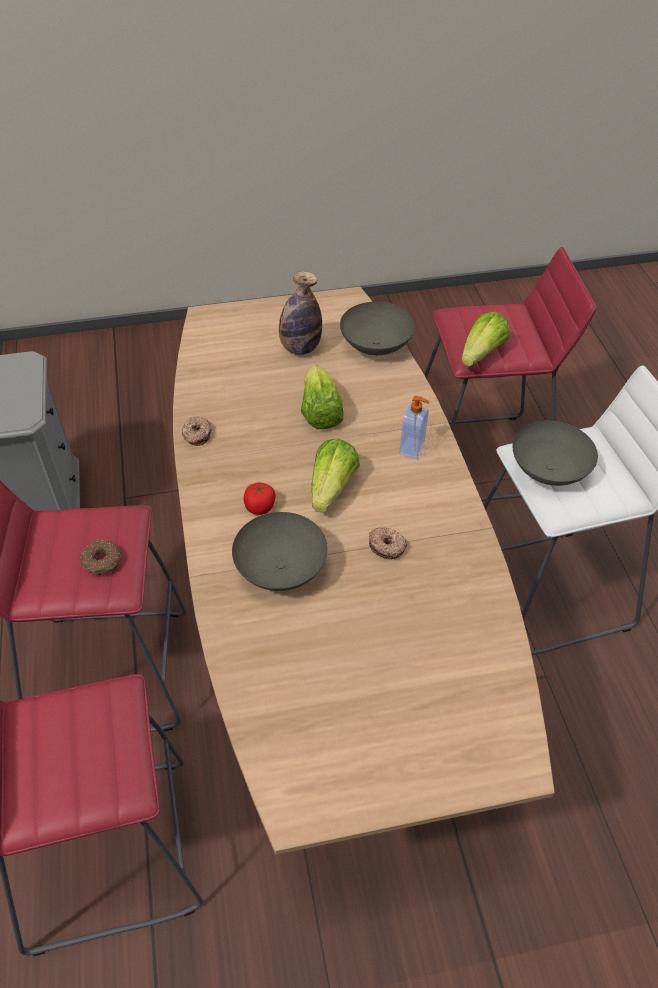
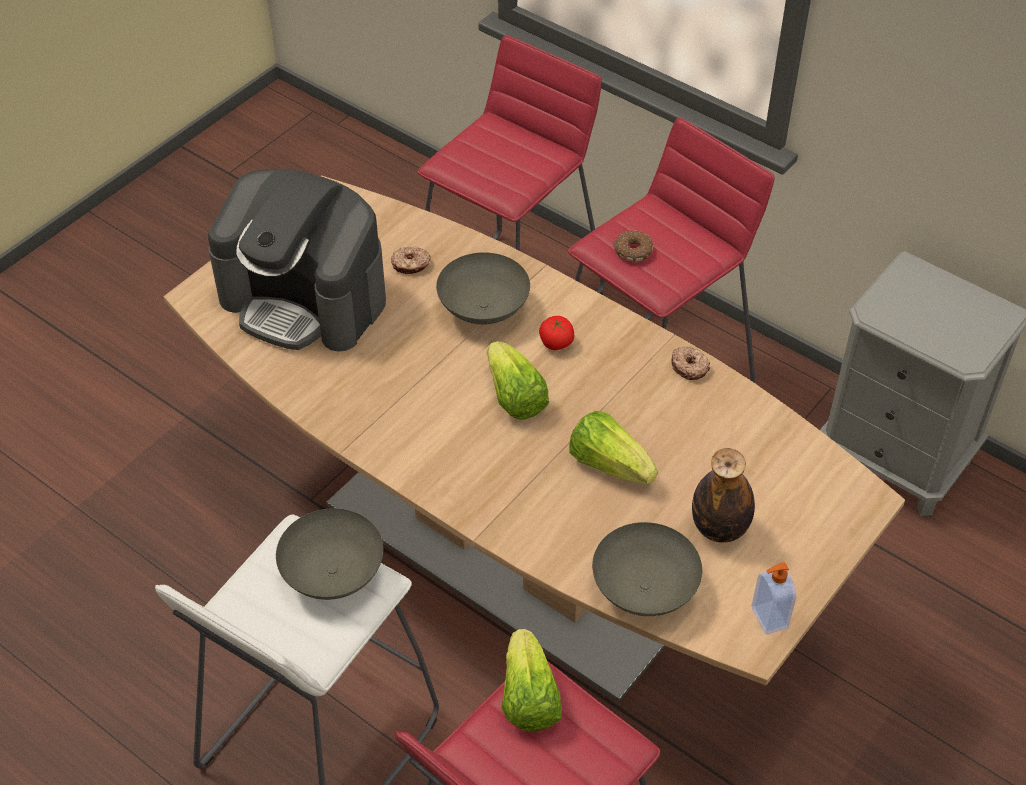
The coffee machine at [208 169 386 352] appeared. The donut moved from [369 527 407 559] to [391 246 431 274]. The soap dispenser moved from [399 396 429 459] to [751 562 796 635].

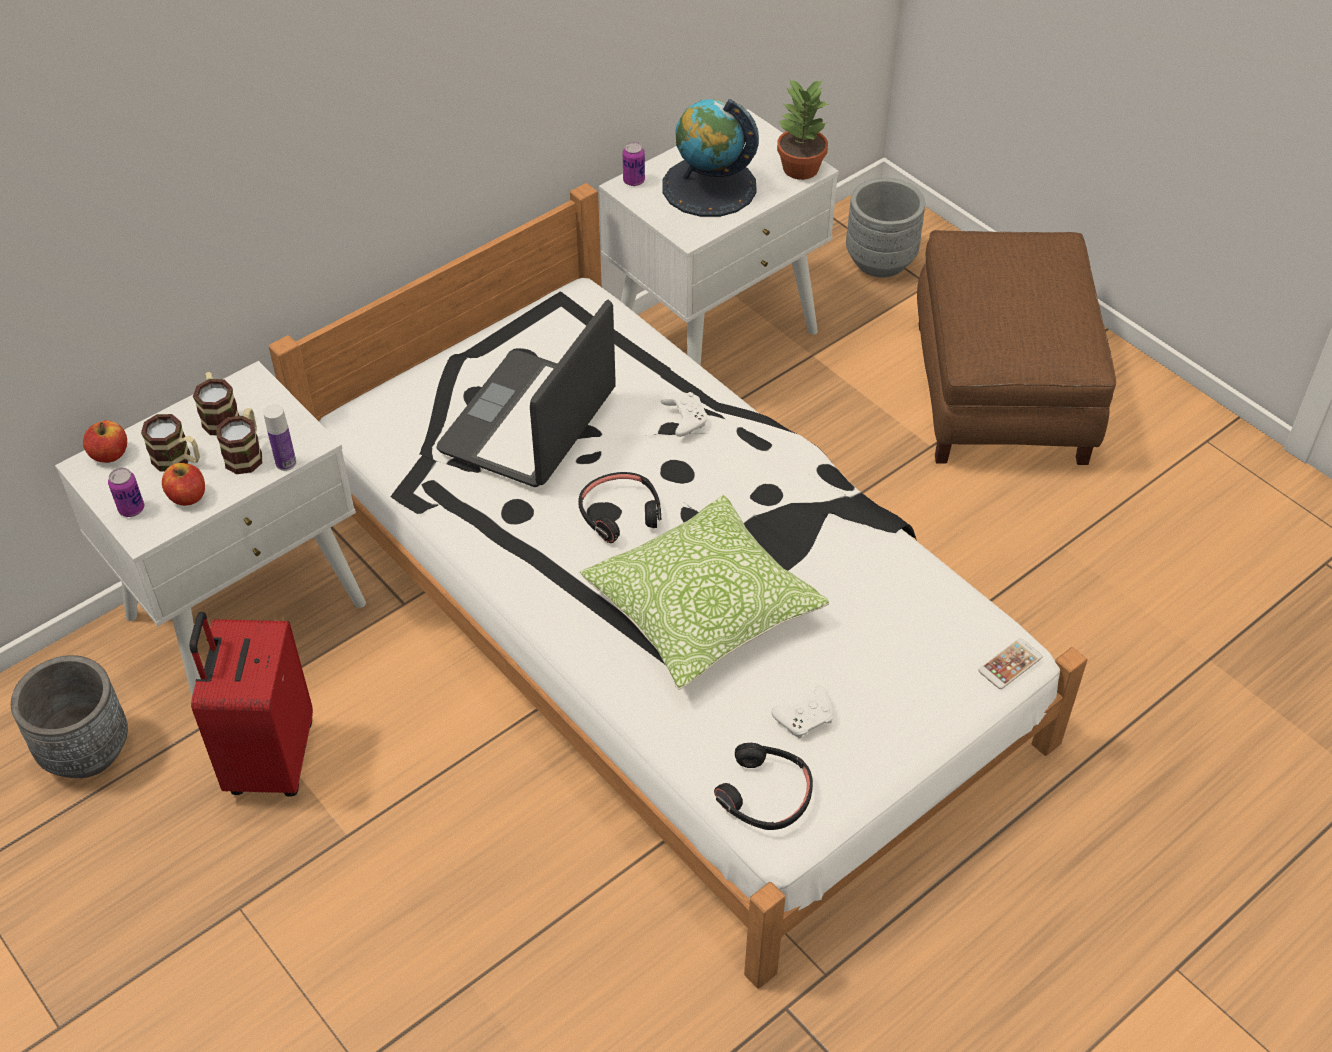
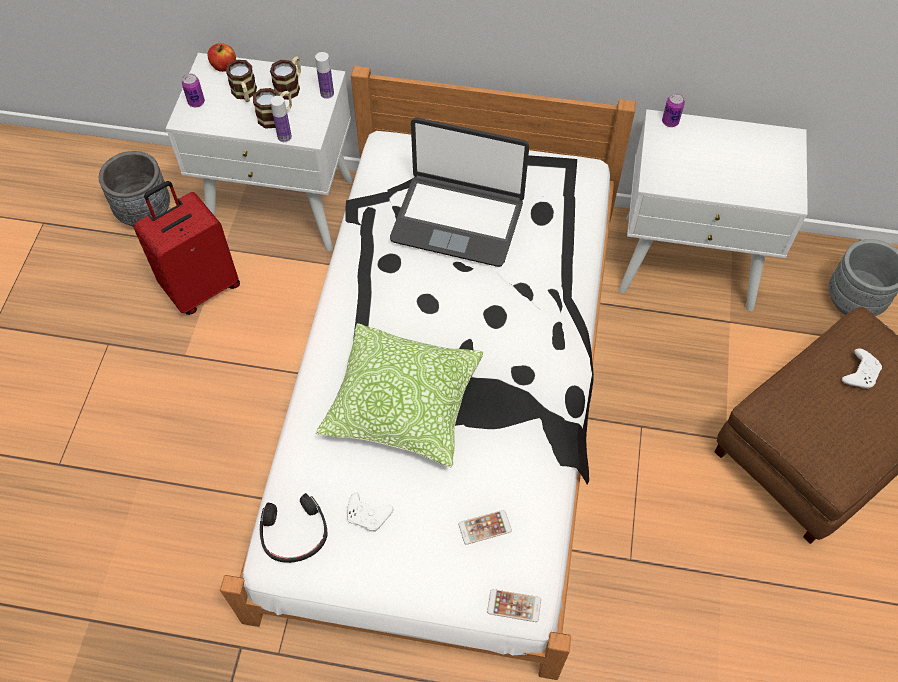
The apple at [162 463 205 506] disappeared. The black headphones at [578 472 661 543] disappeared. The globe at [662 99 759 217] disappeared. The potted plant at [777 79 828 180] disappeared. The bottle at [315 52 334 99] appeared. The phone at [459 510 512 545] appeared. The white game controller moved from [661 392 708 437] to [842 348 882 389]. The laptop at [436 300 616 487] turned 150 degrees counterclockwise.

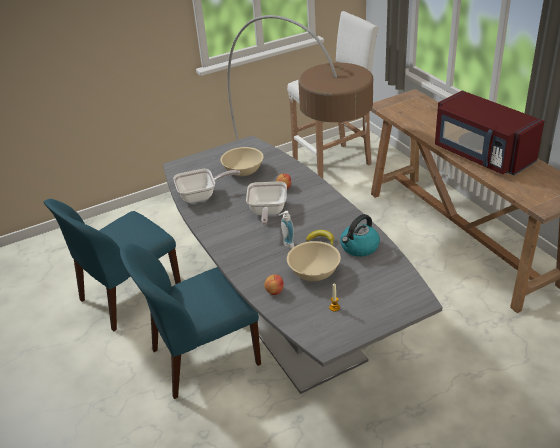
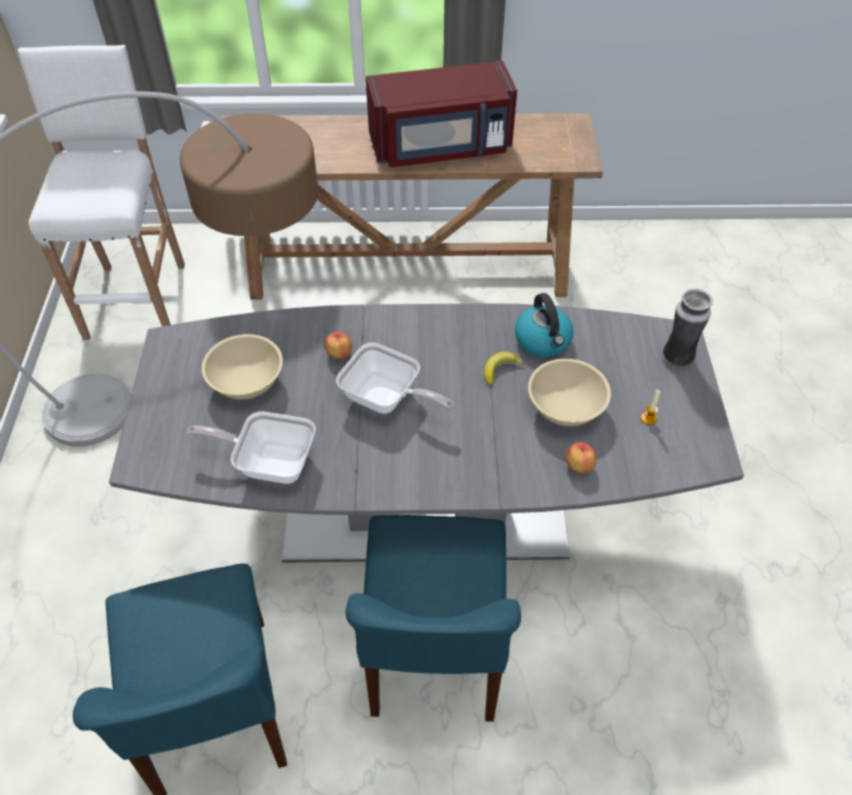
The soap dispenser at [279 211 294 249] disappeared. The vase at [663 289 713 367] appeared. The frying pan at [173 169 240 203] turned 90 degrees counterclockwise.

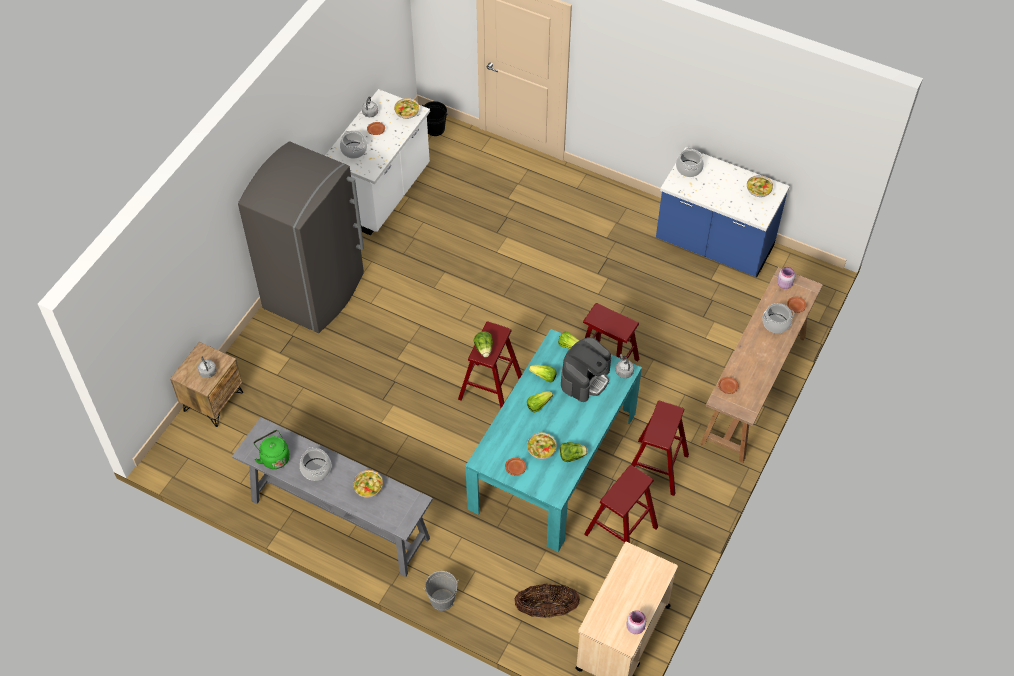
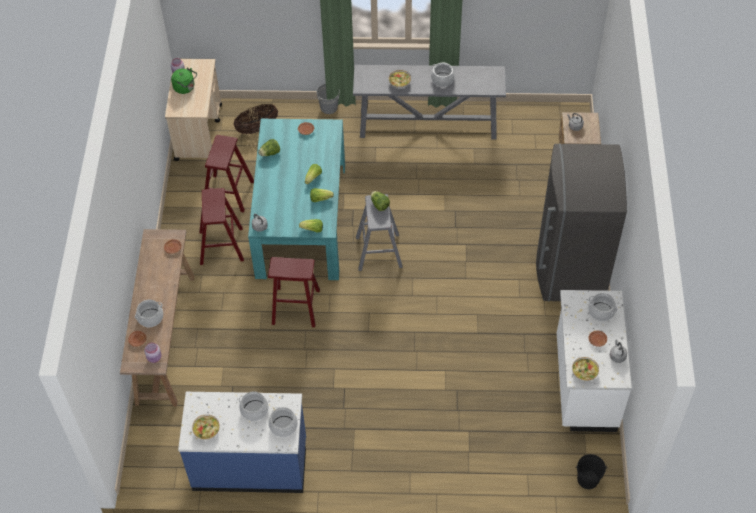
The bowl at [527 432 557 459] disappeared. The coffee machine at [561 337 611 402] disappeared. The cooking pot at [239 391 268 421] appeared. The green kettle moved from [254 430 290 469] to [171 68 197 94]. The red stool at [458 322 522 408] became the grey stool at [356 194 403 271].

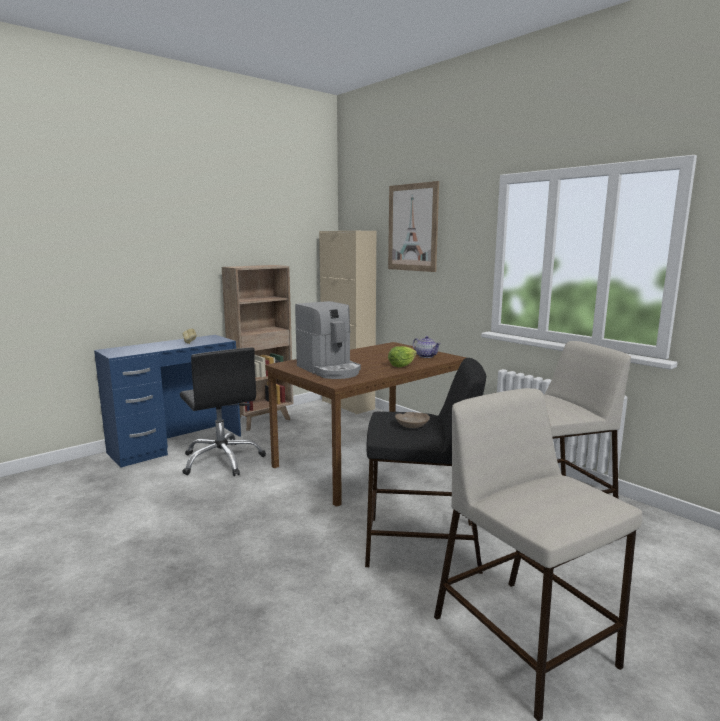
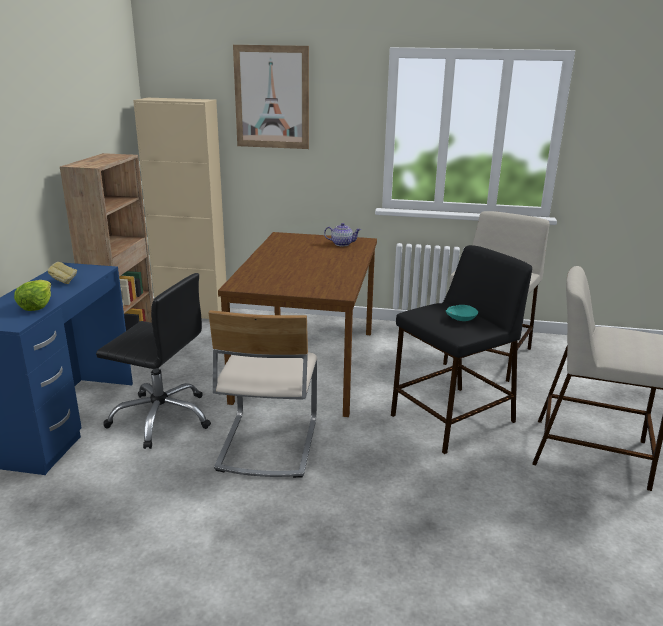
The coffee machine at [295 301 361 379] disappeared. The beige chair at [208 310 317 478] appeared. The lettuce moved from [388 346 417 367] to [14 280 51 311]. The beige bowl at [395 412 430 428] became the turquoise bowl at [446 305 478 321].

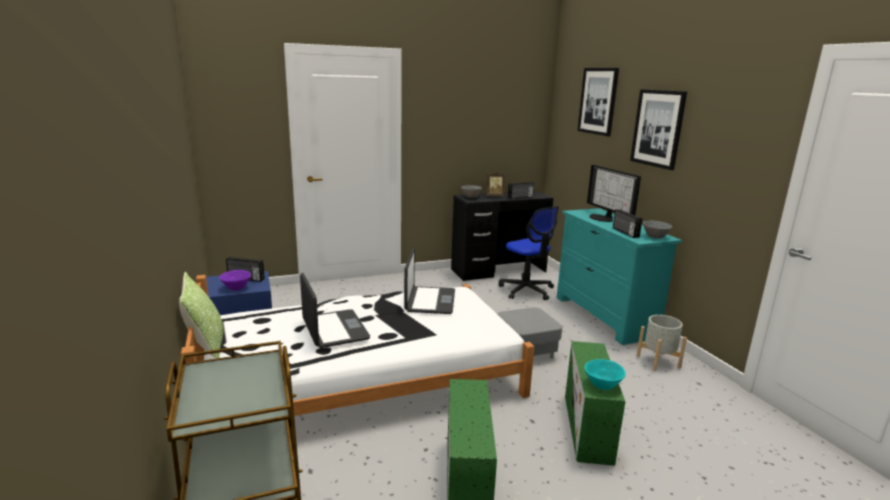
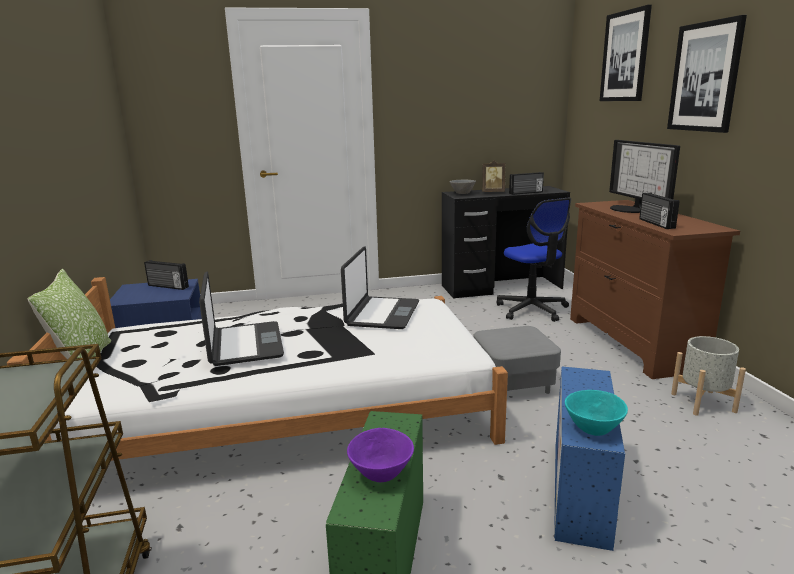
The grey bowl at [643 221 672 239] disappeared. The purple bowl moved from [219 270 251 291] to [347 428 414 482]. The turquoise dresser at [557 208 682 345] became the brown dresser at [570 200 740 379]. The green storage box at [565 341 625 466] became the blue storage box at [554 366 625 551].

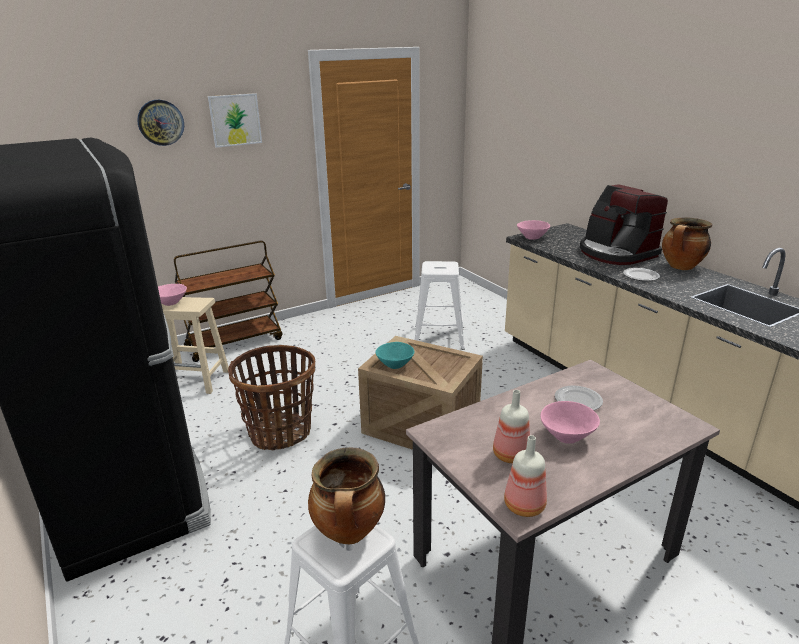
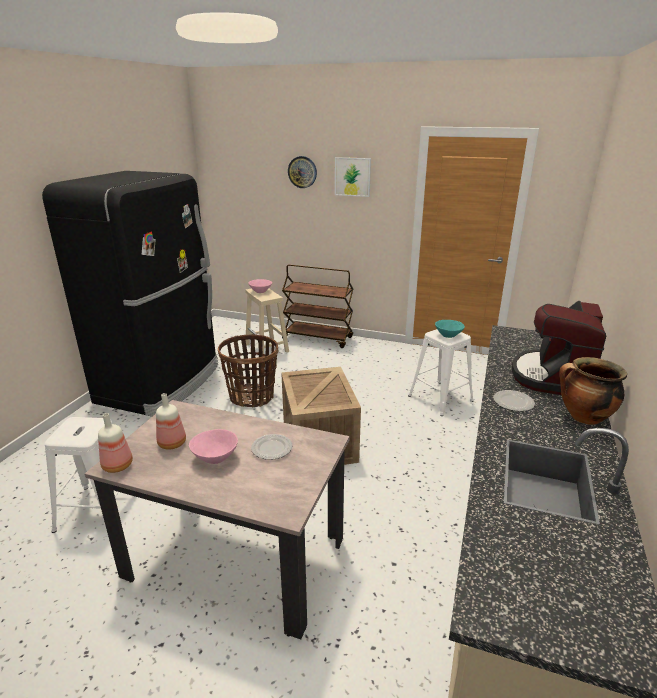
The cooking pot at [308 447 385 544] disappeared. The pink bowl at [517 220 550 240] disappeared. The turquoise bowl moved from [376 342 414 369] to [435 320 465 338].

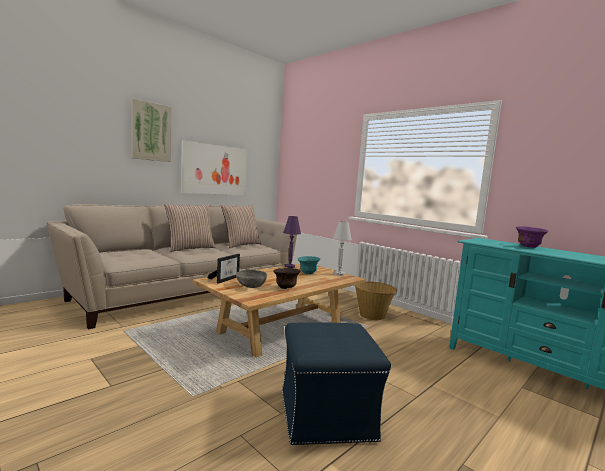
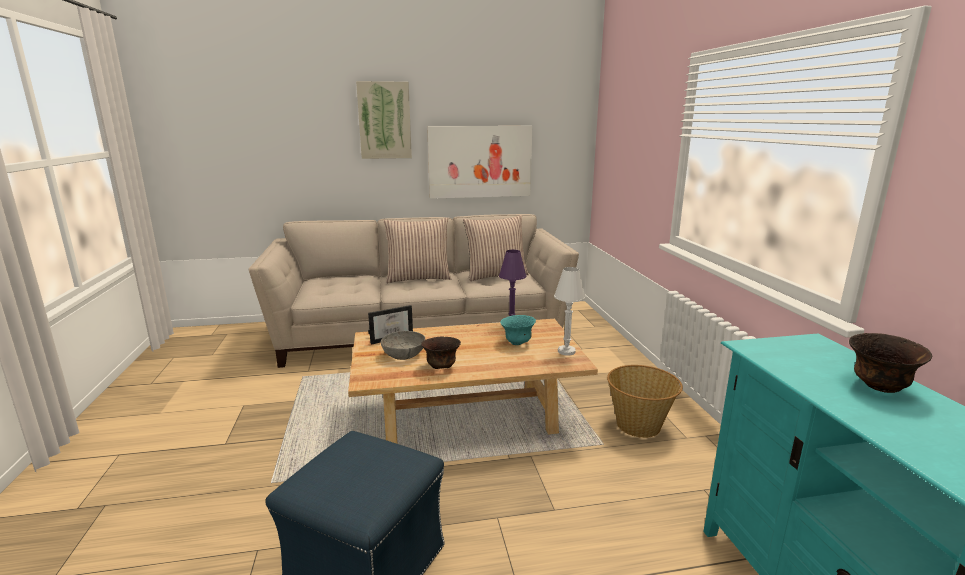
The purple bowl at [516 226 548 248] became the brown bowl at [849 333 932 393].

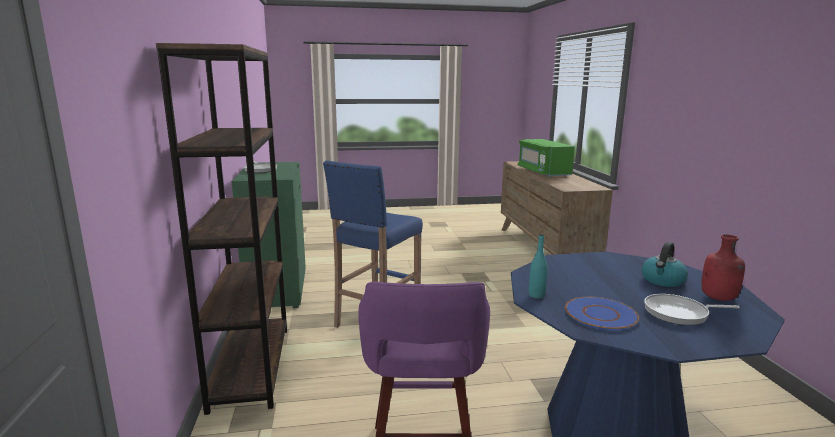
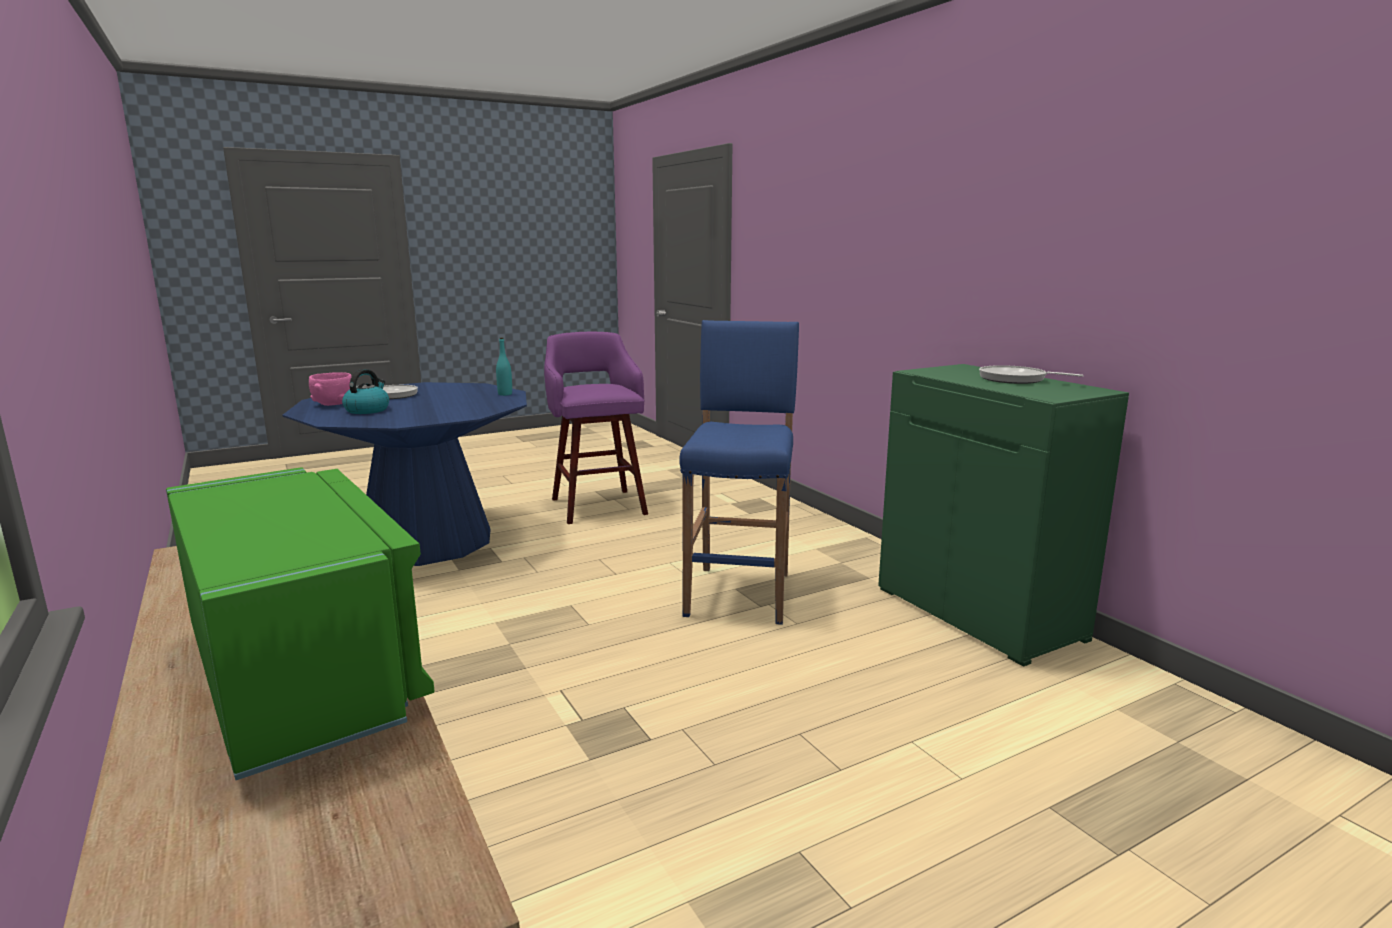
The brown bookcase at [156 43 287 415] disappeared. The blue plate at [565 297 639 330] disappeared. The red bottle at [701 234 745 301] was replaced by the pink bowl at [309 372 352 406].

